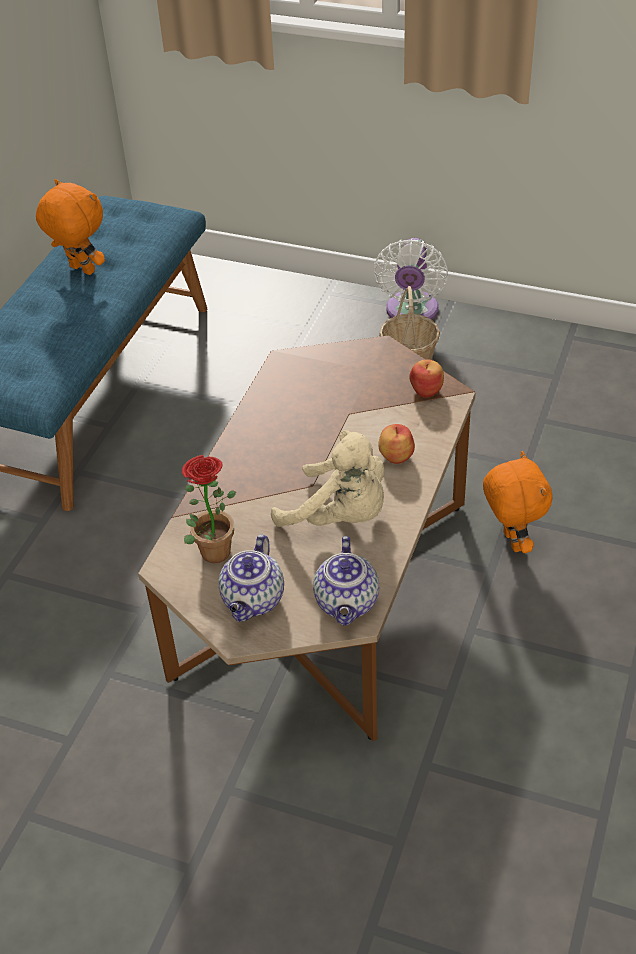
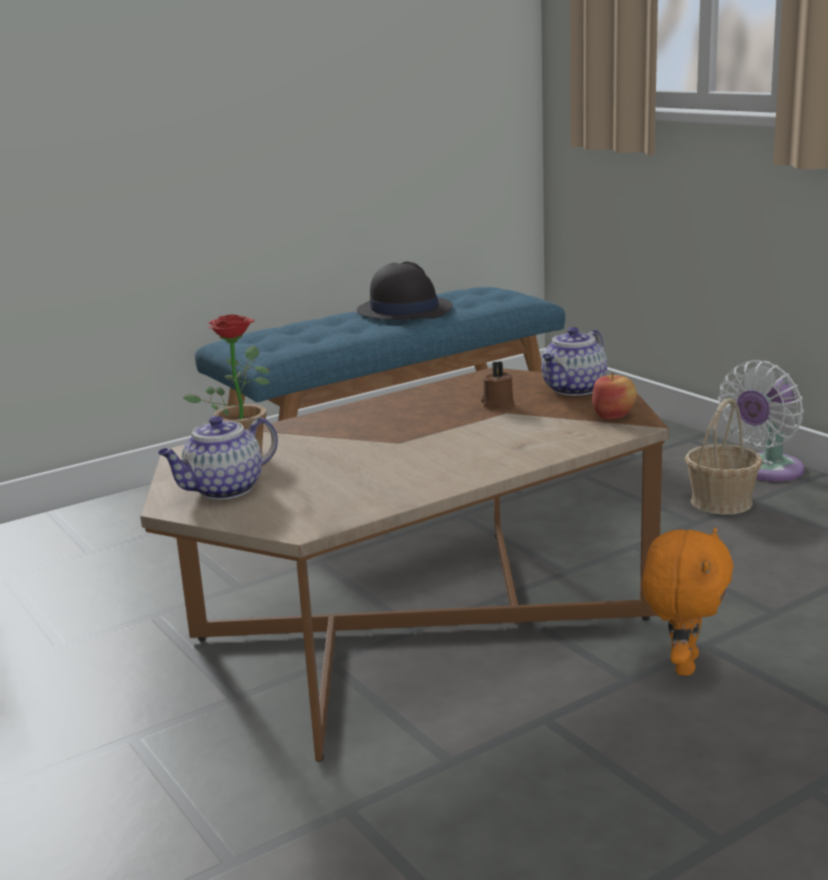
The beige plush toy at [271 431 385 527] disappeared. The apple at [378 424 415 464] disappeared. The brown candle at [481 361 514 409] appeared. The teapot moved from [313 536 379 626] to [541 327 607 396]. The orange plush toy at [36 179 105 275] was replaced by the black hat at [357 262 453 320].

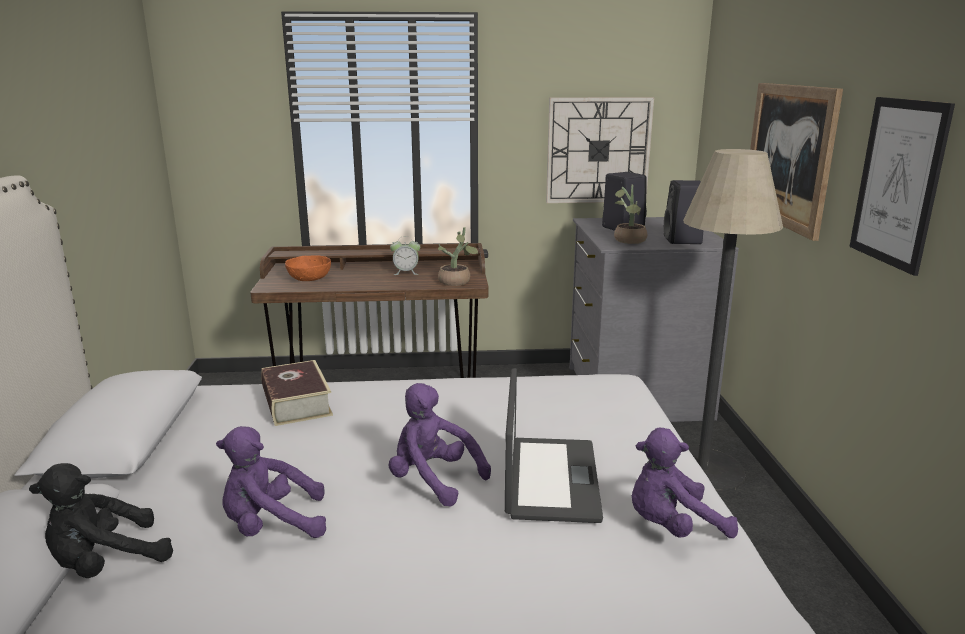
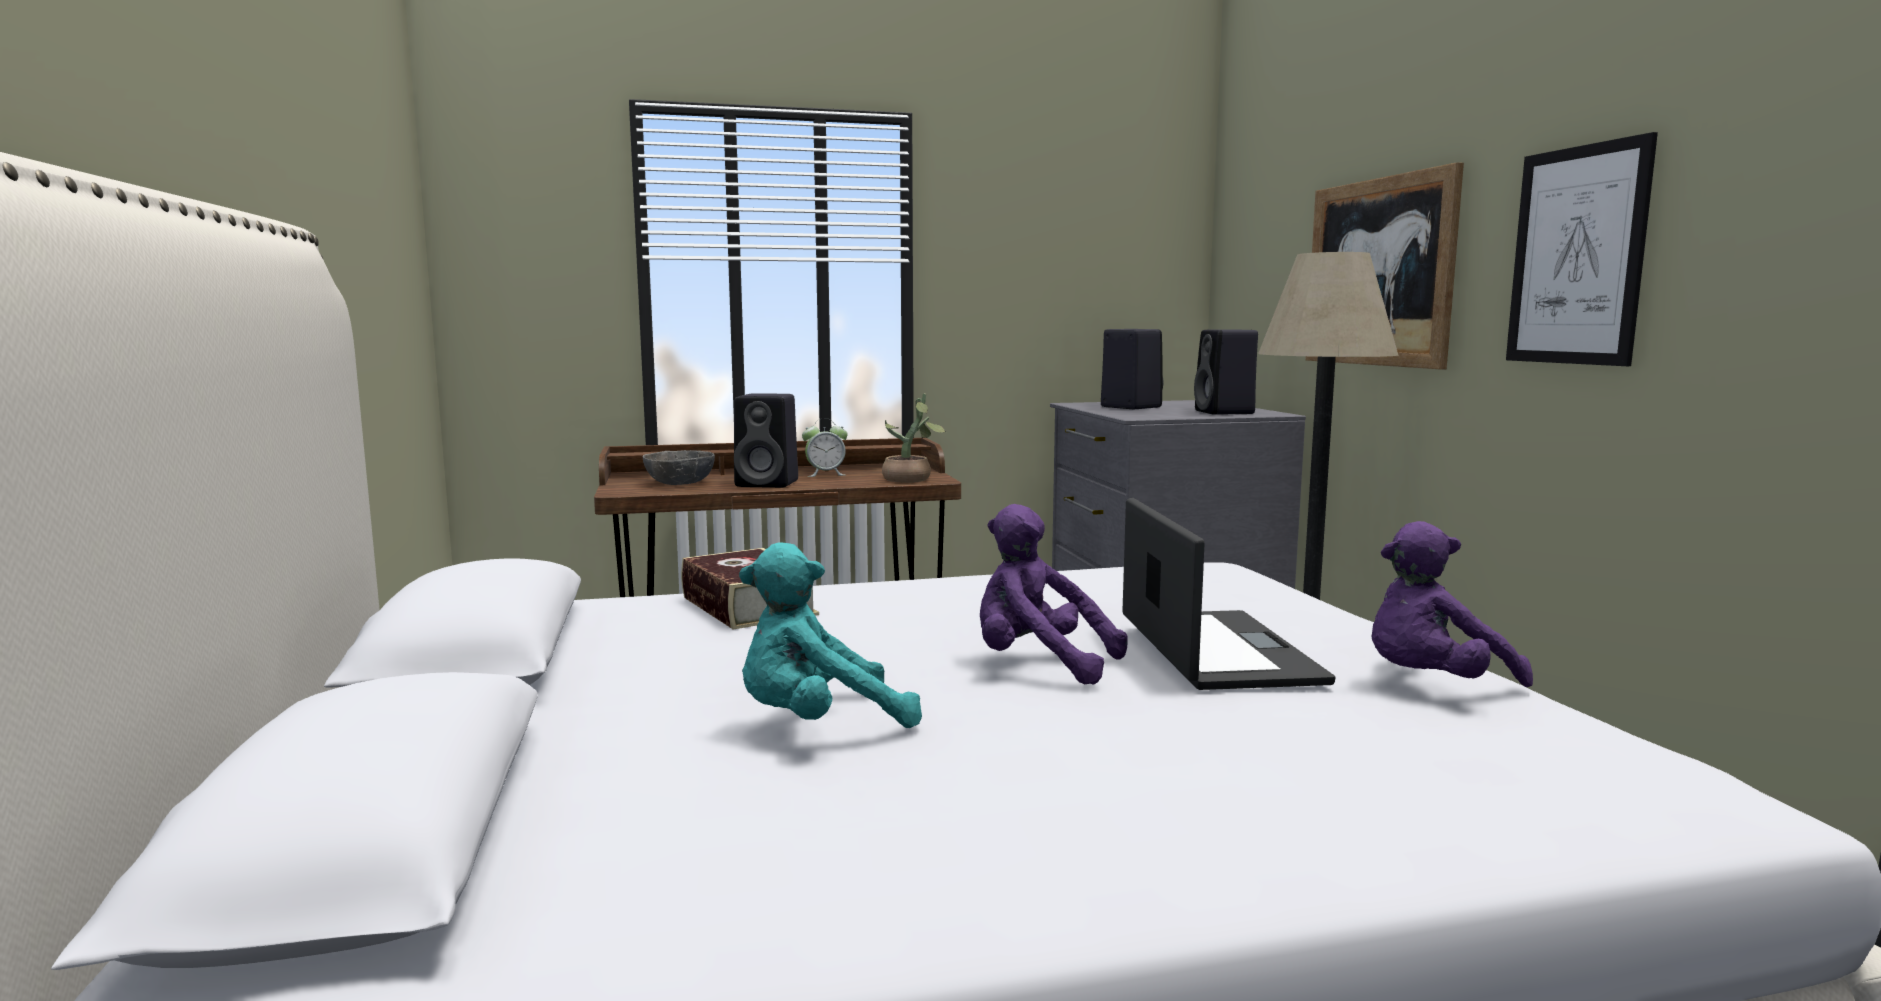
The black plush toy at [29 463 173 578] disappeared. The wall clock at [546 97 654 203] disappeared. The potted plant at [614 185 647 244] disappeared. The black speaker at [734 393 798 488] appeared. The purple plush toy at [216 426 326 538] became the turquoise plush toy at [739 542 922 728]. The orange bowl at [285 255 331 281] became the grey bowl at [643 450 715 485].

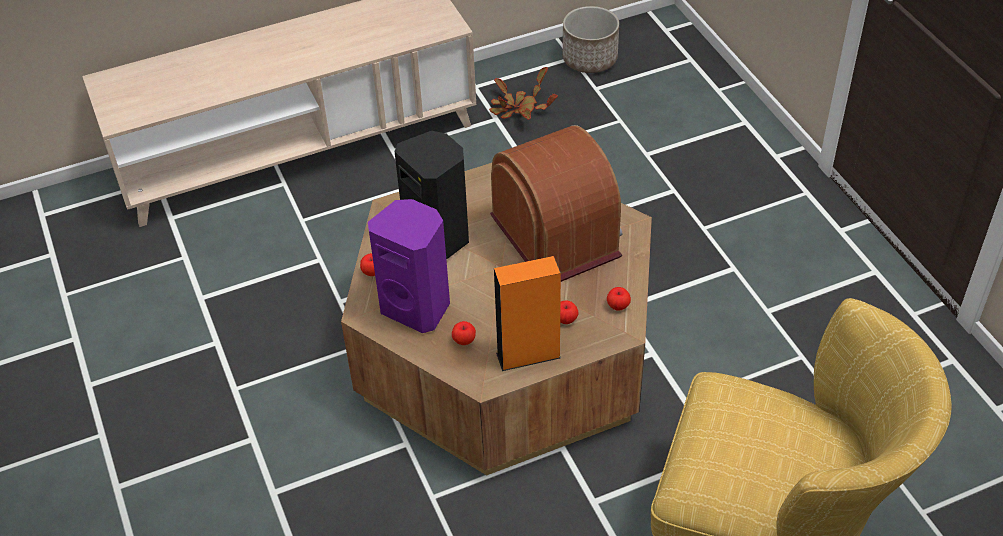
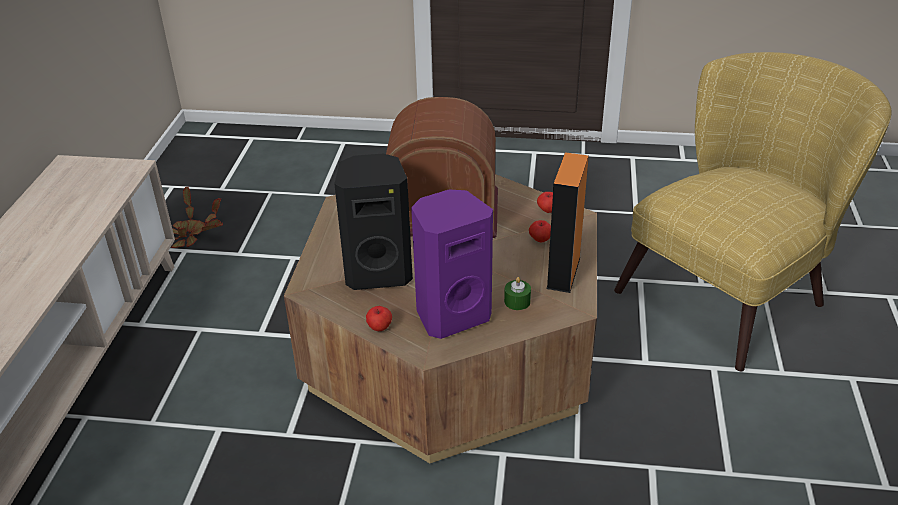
The planter at [563 6 619 73] disappeared. The apple at [452 321 476 345] was replaced by the green candle at [504 277 531 310].

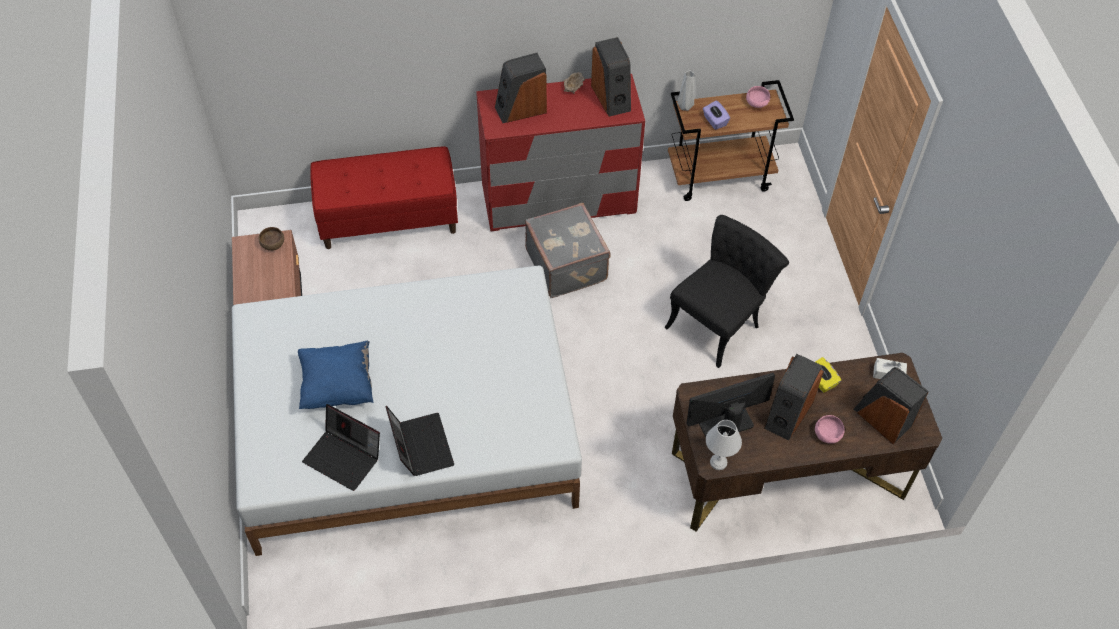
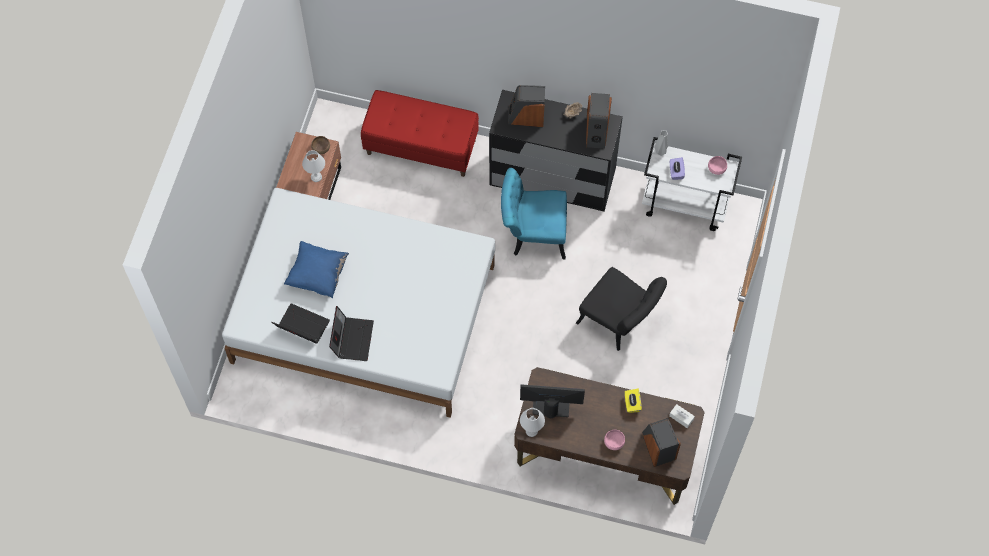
The speaker at [764 354 824 441] disappeared. The white table lamp at [302 150 325 182] appeared. The grey suitcase at [525 203 610 298] was replaced by the turquoise chair at [501 168 567 259]. The red dresser at [476 74 645 231] became the black dresser at [489 90 623 212]. The brown cart at [668 80 794 201] became the white cart at [642 137 742 231]. The laptop at [302 404 380 491] turned 150 degrees clockwise. The black chair at [665 215 789 368] turned 60 degrees clockwise.

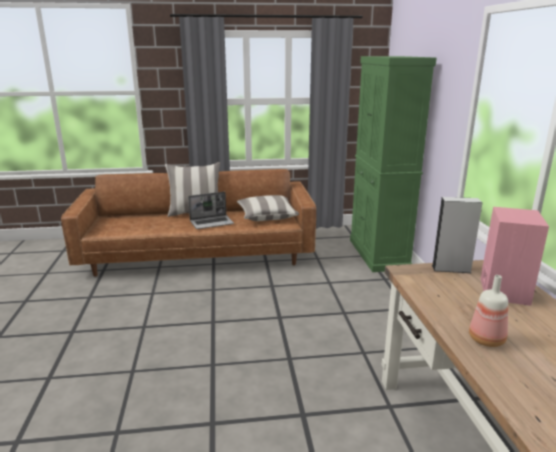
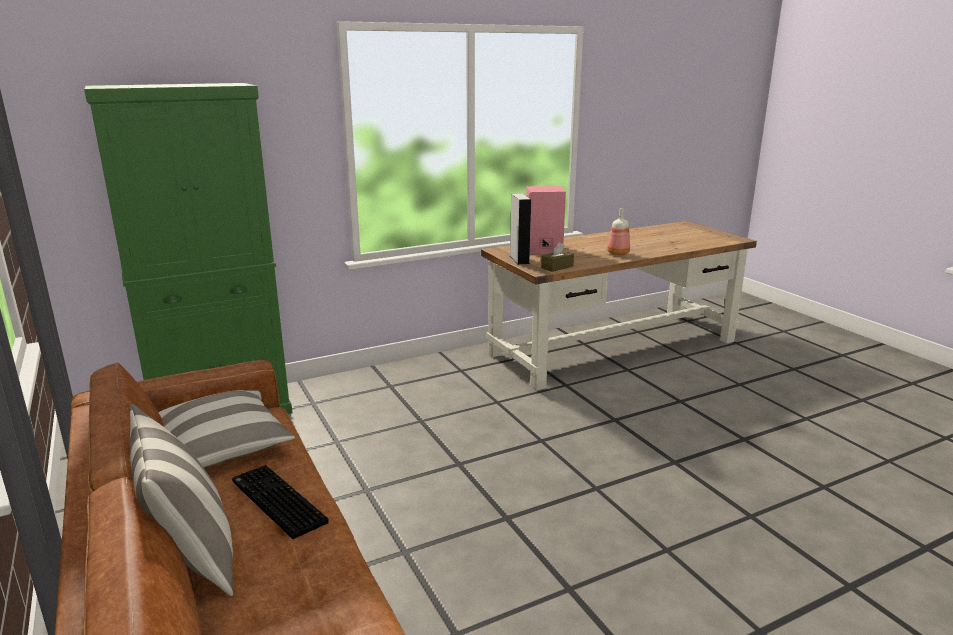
The brown tissue box at [541 242 574 272] appeared. The laptop at [188 192 234 229] was replaced by the keyboard at [232 465 329 539].

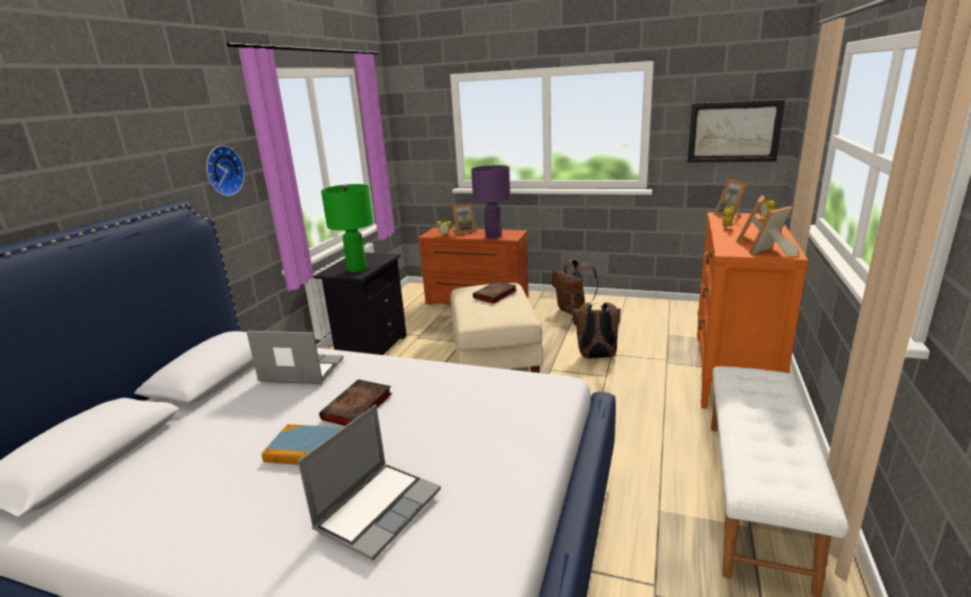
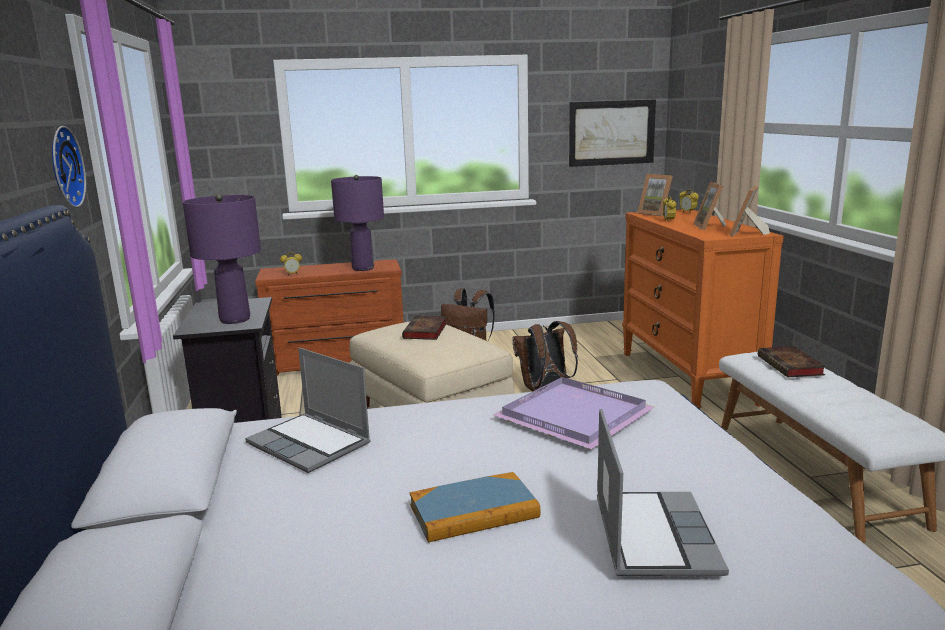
The picture frame at [452 203 476 234] disappeared. The purple tray at [493 377 655 449] appeared. The book moved from [319 379 392 426] to [758 346 826 377]. The green table lamp at [321 184 373 273] became the purple table lamp at [183 194 261 324]. The laptop at [246 331 344 384] turned 120 degrees counterclockwise.

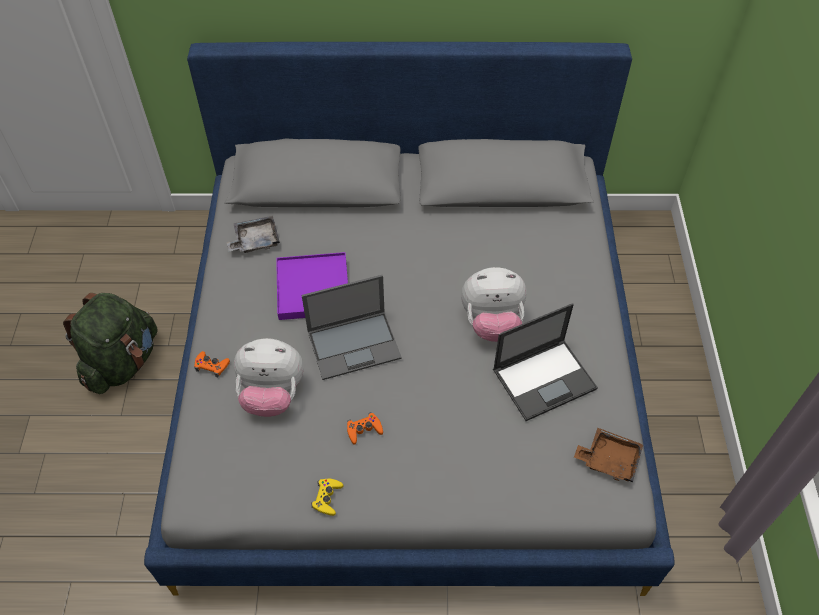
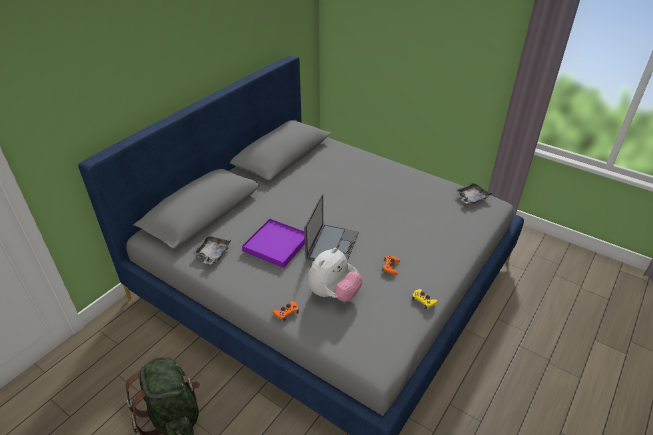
The plush toy at [461 267 526 342] disappeared. The laptop at [493 303 598 421] disappeared. The brown tray at [574 428 643 482] became the grey tray at [456 182 492 204].

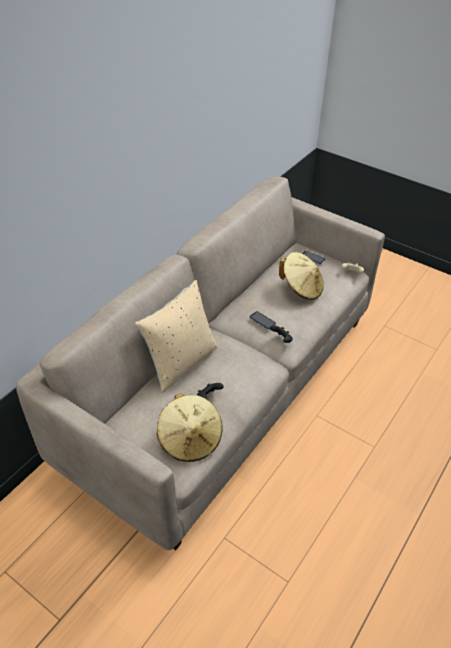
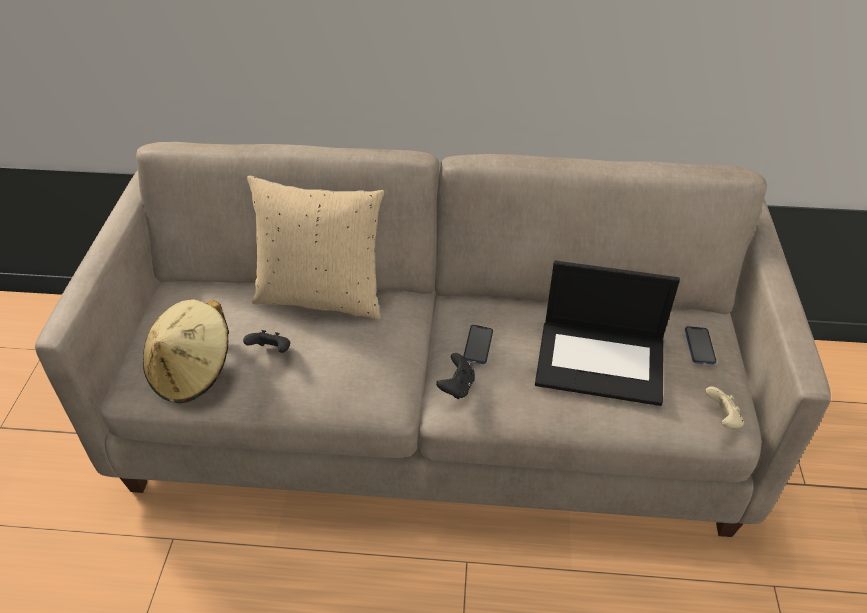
The beige hat at [279 252 324 300] was replaced by the laptop at [535 261 680 406].

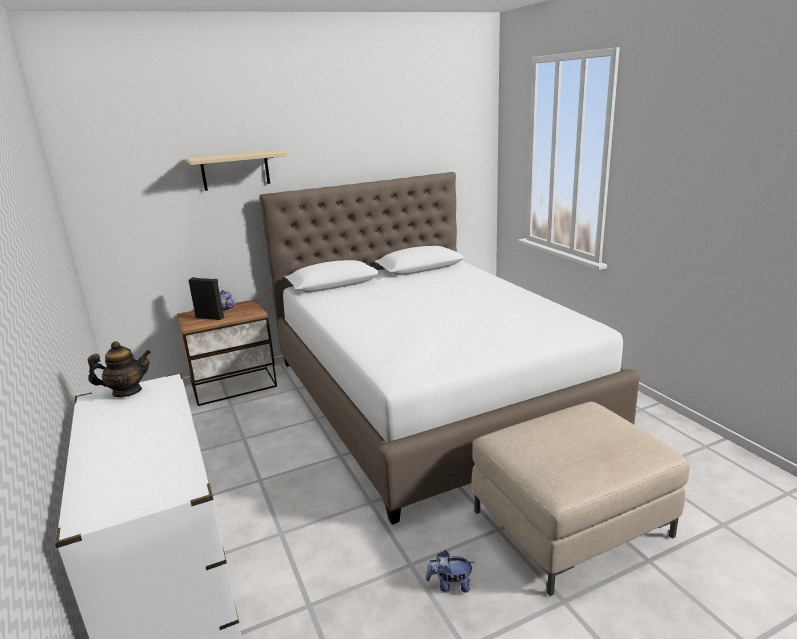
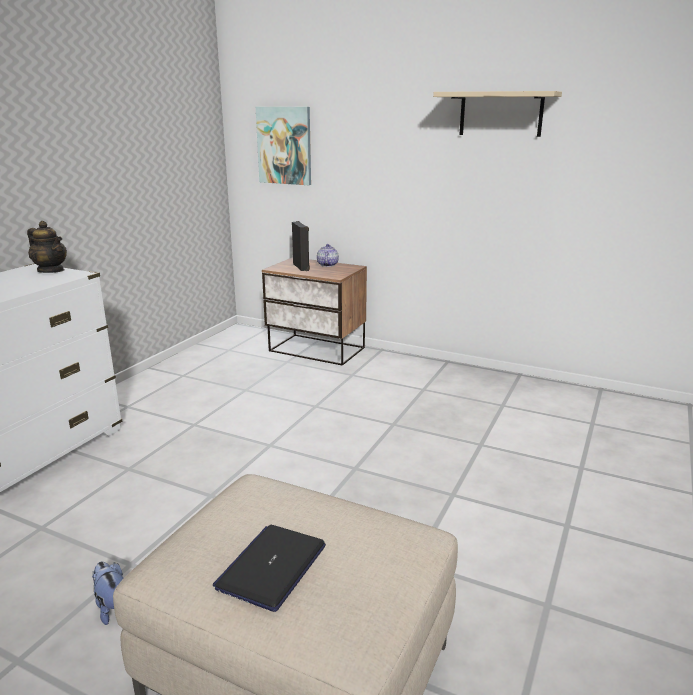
The white bed at [259 172 640 525] disappeared. The laptop at [213 525 326 612] appeared. The picture at [256 107 311 185] appeared. The beige shelf moved from [186 150 287 191] to [433 91 562 137].

